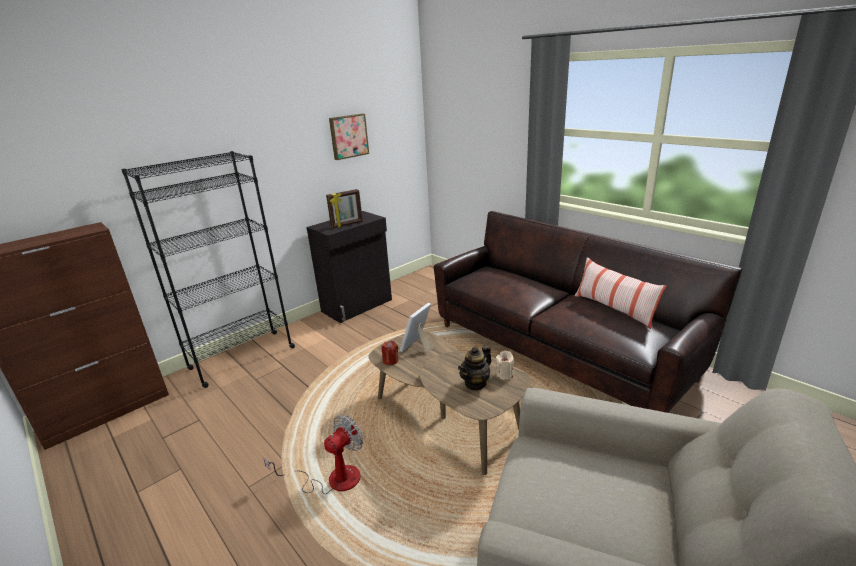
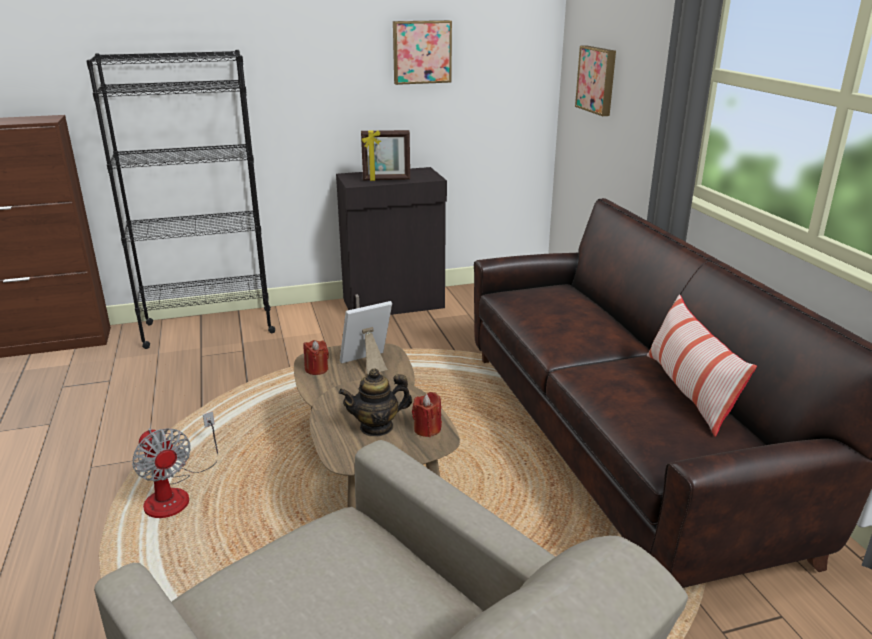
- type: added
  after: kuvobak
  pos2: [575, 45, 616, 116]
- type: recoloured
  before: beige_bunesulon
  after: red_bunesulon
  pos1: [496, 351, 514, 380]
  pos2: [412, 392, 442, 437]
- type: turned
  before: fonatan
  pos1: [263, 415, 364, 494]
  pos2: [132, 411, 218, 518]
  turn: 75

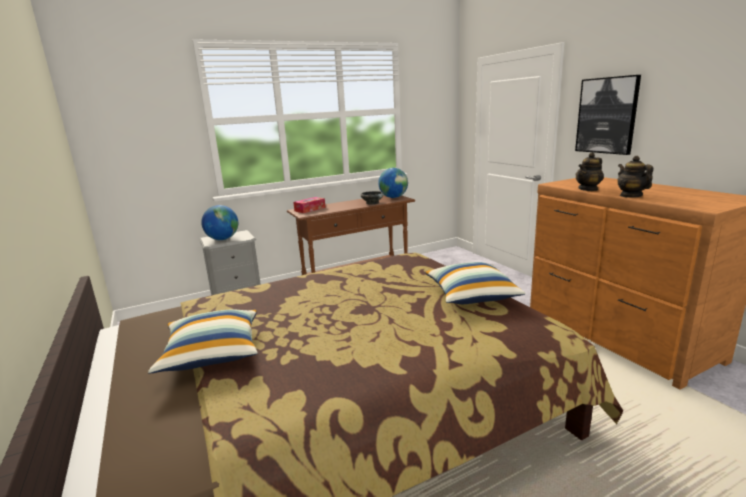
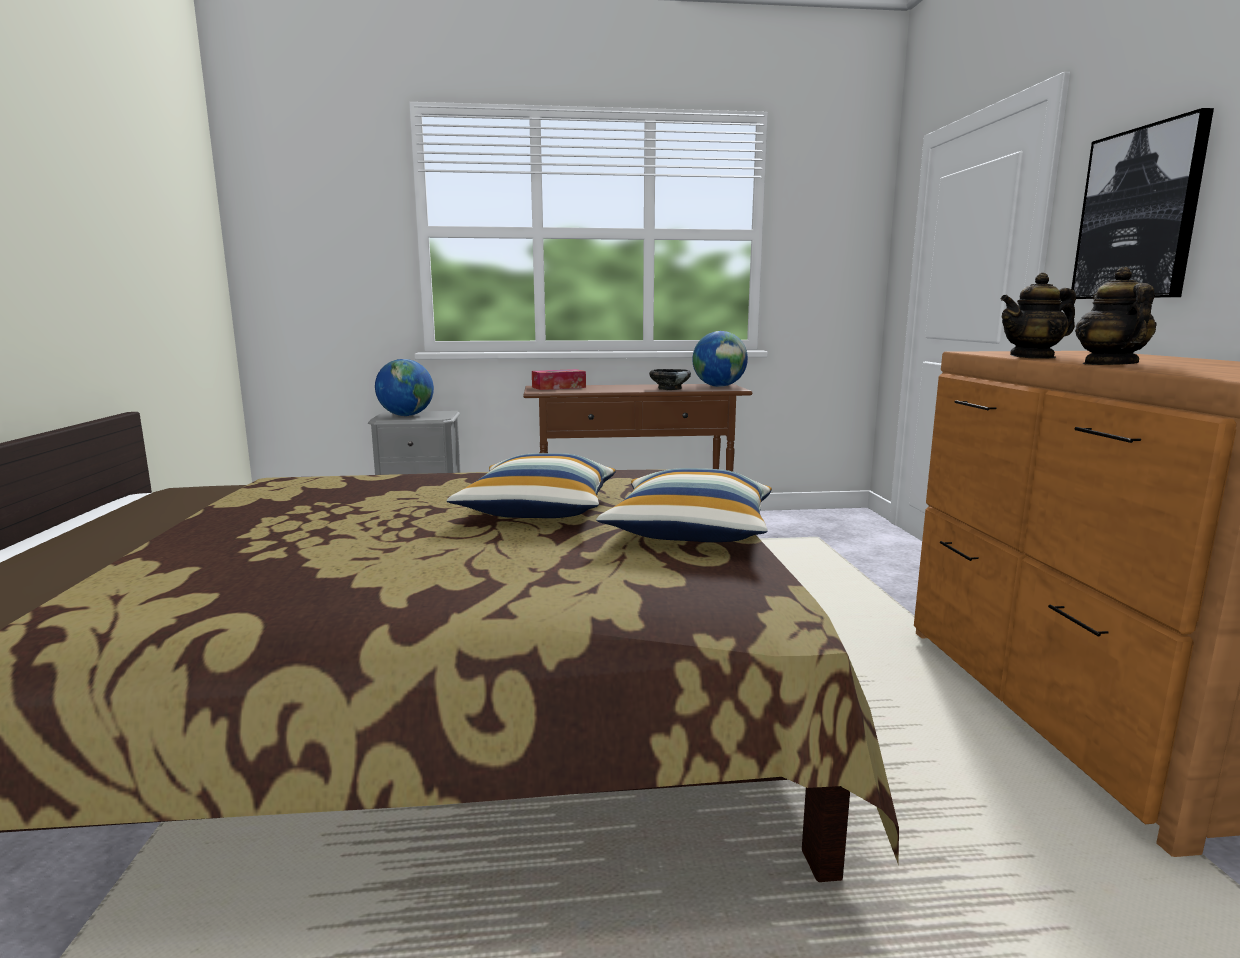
- type: moved
  before: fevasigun
  pos1: [148, 309, 258, 373]
  pos2: [447, 453, 616, 518]

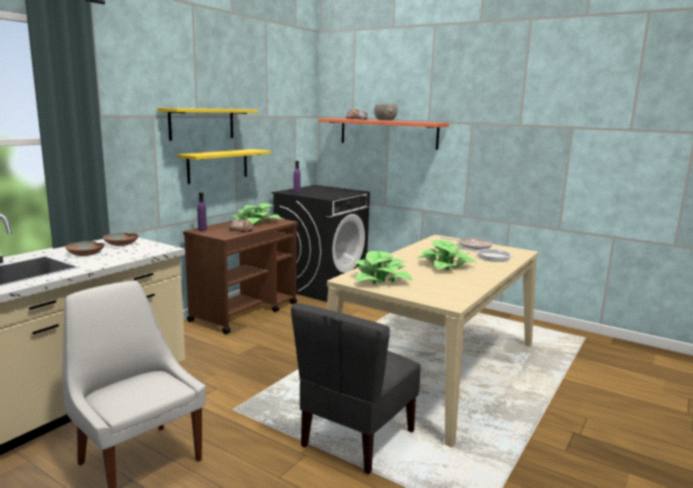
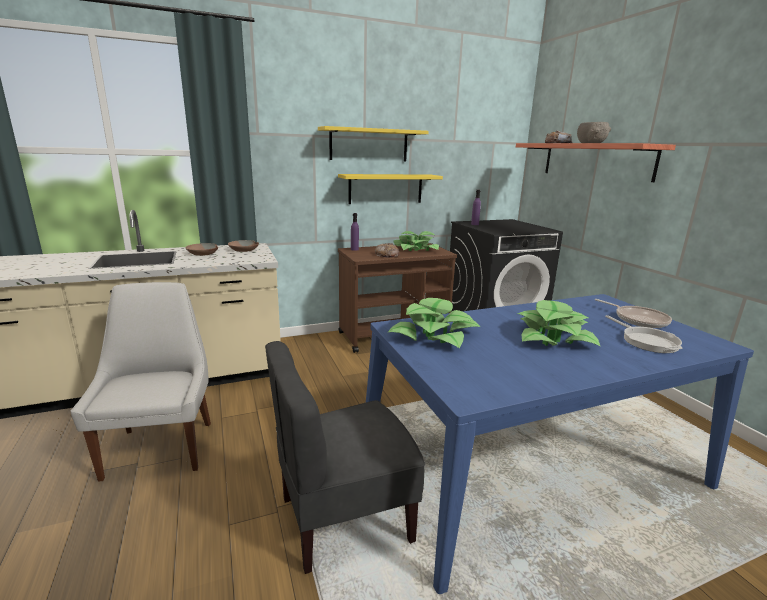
- type: recoloured
  before: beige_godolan
  after: blue_godolan
  pos1: [326, 235, 538, 447]
  pos2: [366, 294, 754, 594]

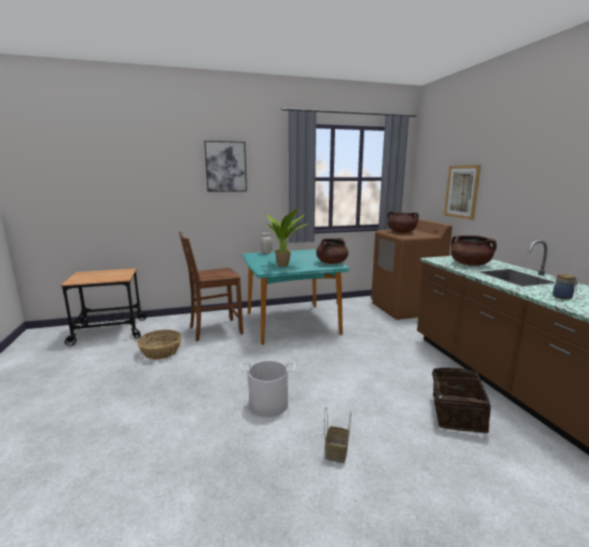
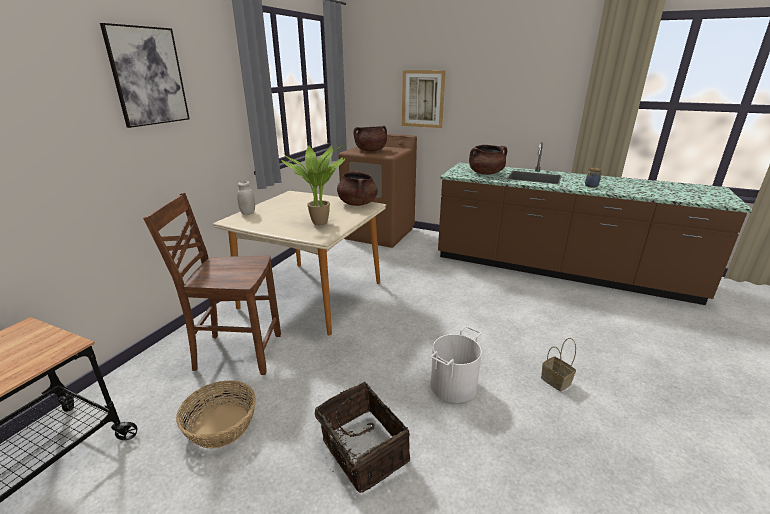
- type: moved
  before: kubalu
  pos1: [432, 368, 491, 433]
  pos2: [315, 382, 410, 493]
- type: recoloured
  before: turquoise_godolan
  after: beige_godolan
  pos1: [243, 249, 350, 345]
  pos2: [213, 191, 386, 336]
- type: turned
  before: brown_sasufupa
  pos1: [179, 232, 243, 341]
  pos2: [143, 193, 281, 375]
  turn: 75

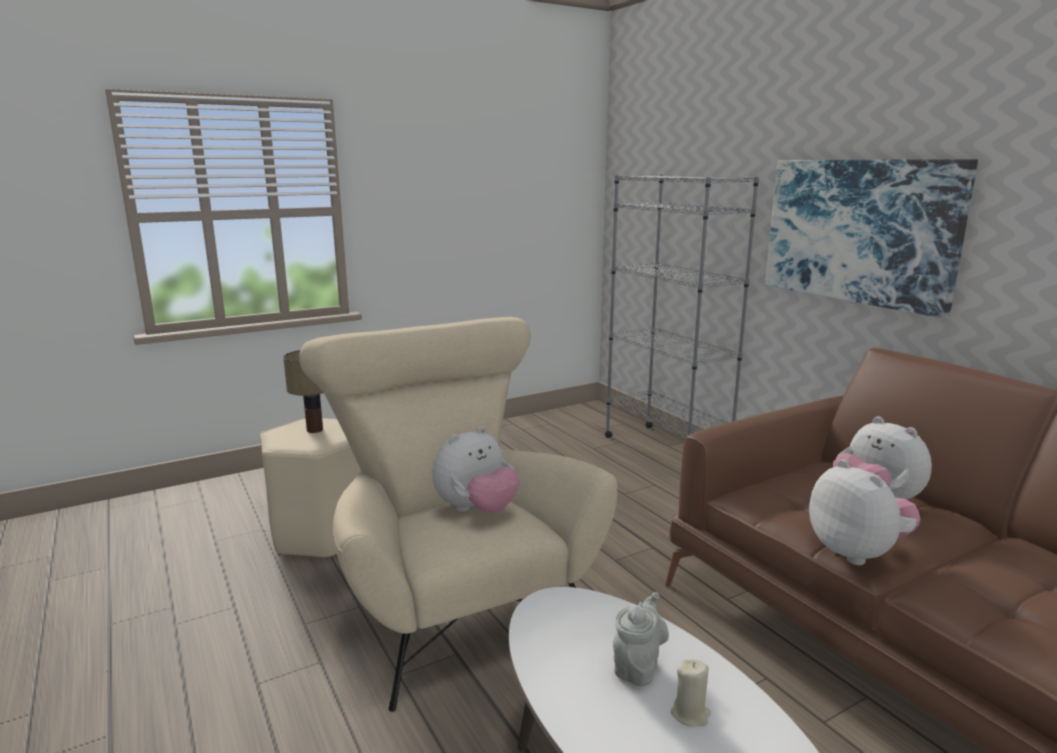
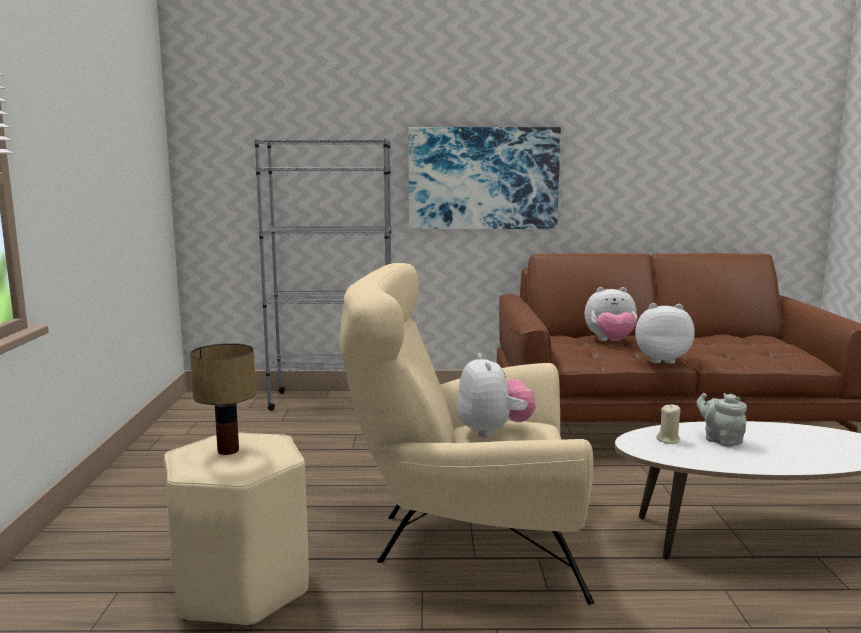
- type: moved
  before: beige_bunesulon
  pos1: [671, 659, 711, 727]
  pos2: [656, 404, 680, 444]

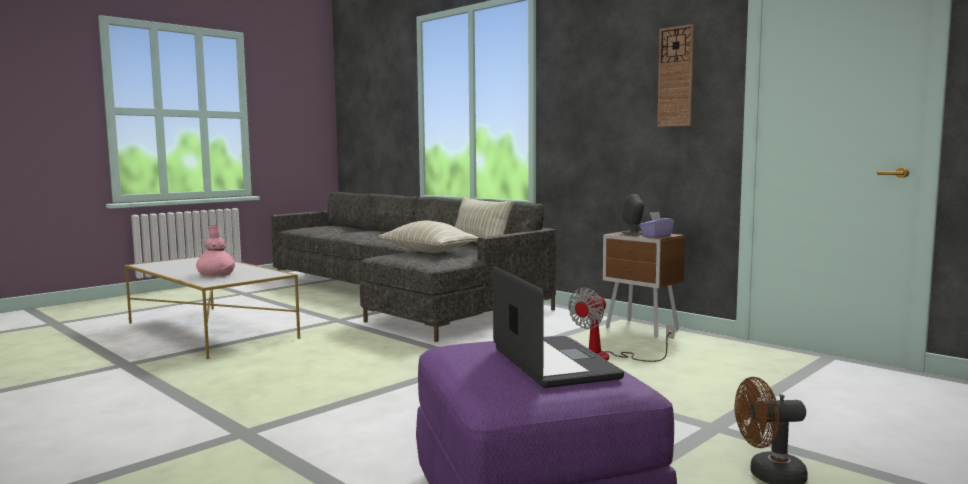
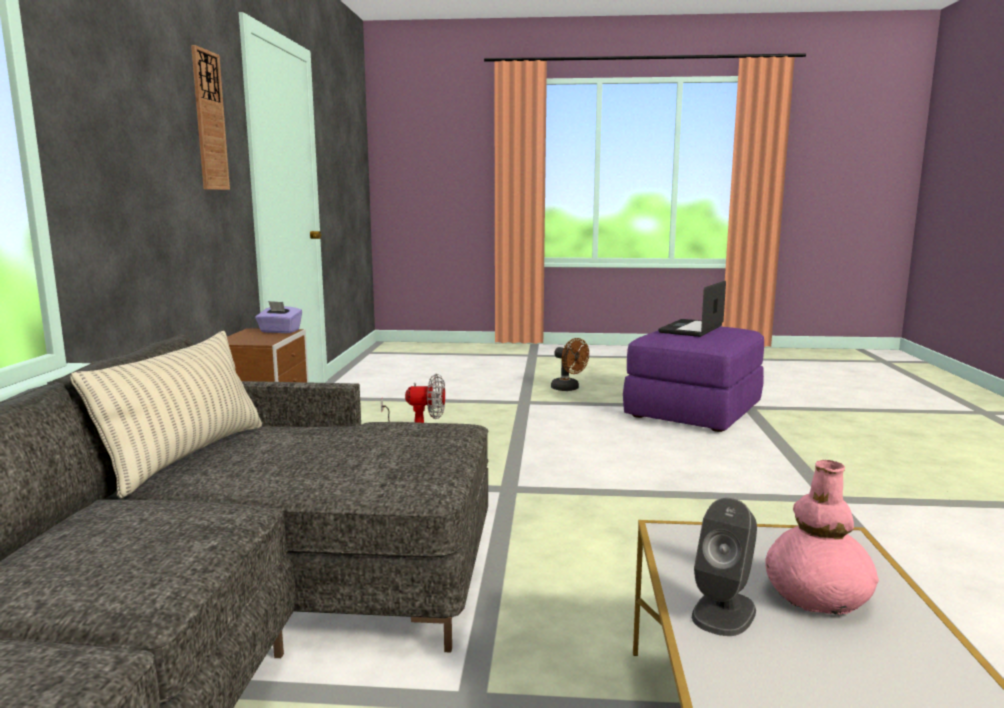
- type: removed
  before: fevasigun
  pos1: [378, 221, 479, 253]
- type: moved
  before: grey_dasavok
  pos1: [622, 194, 644, 235]
  pos2: [692, 498, 757, 636]

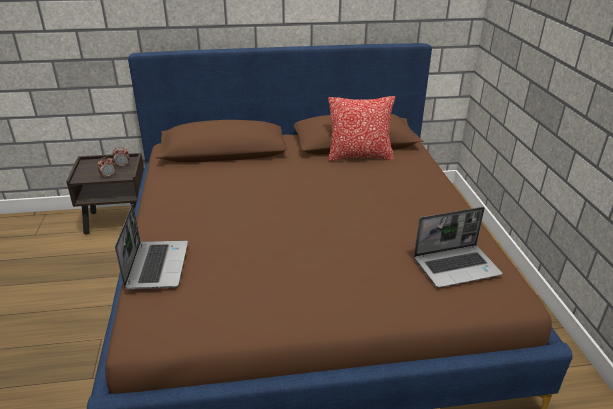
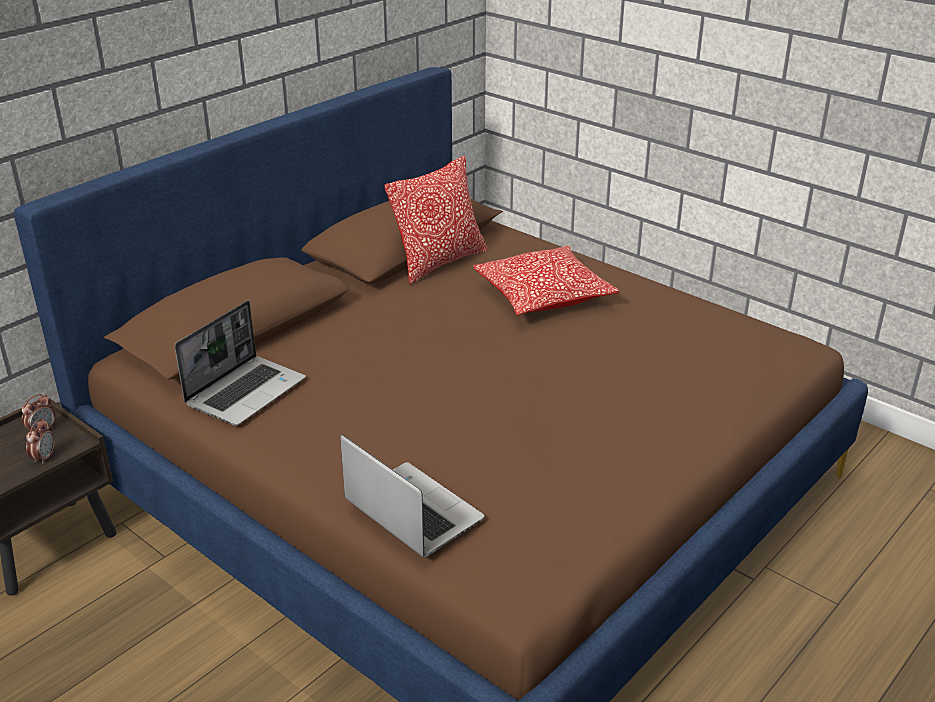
- type: added
  after: fevasigun
  pos2: [473, 246, 619, 316]
- type: moved
  before: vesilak
  pos1: [414, 207, 503, 288]
  pos2: [175, 301, 306, 426]

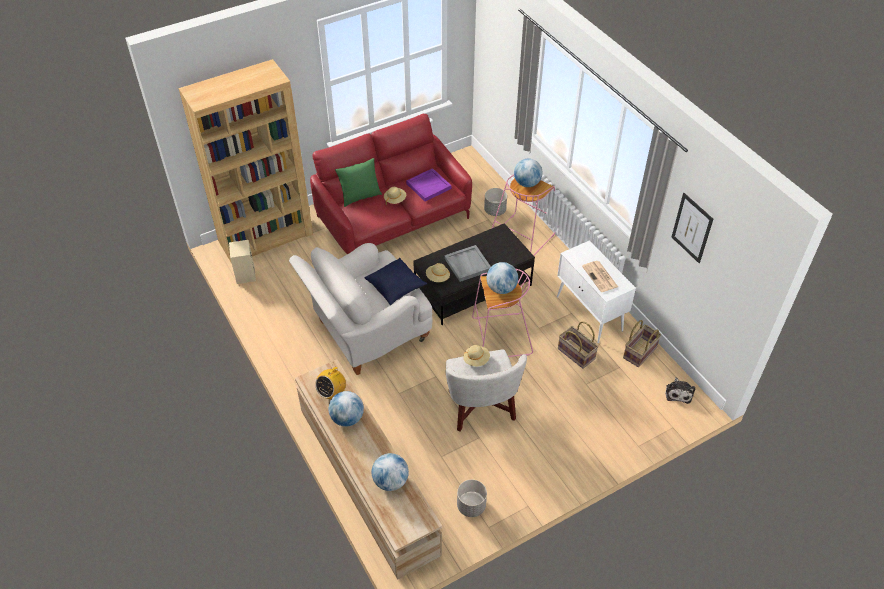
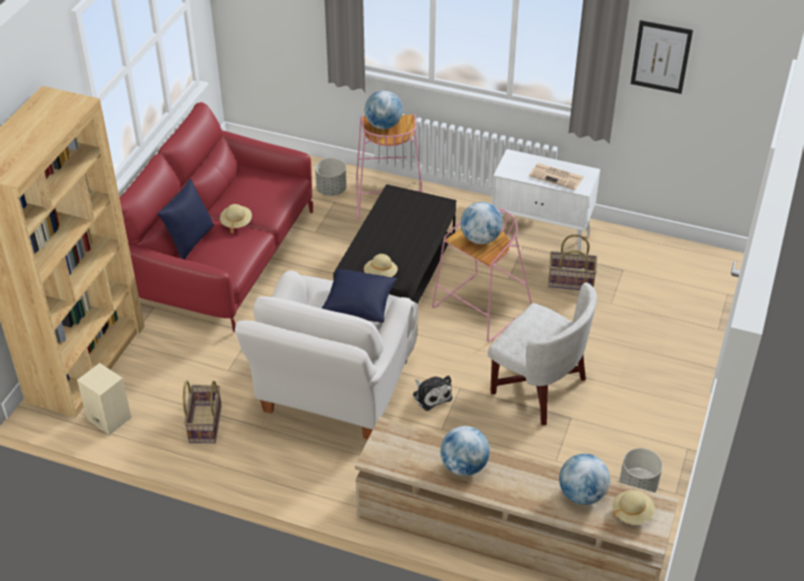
- type: removed
  before: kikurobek
  pos1: [315, 367, 346, 399]
- type: removed
  before: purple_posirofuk
  pos1: [406, 168, 451, 201]
- type: removed
  before: grey_posirofuk
  pos1: [445, 245, 491, 282]
- type: moved
  before: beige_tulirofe
  pos1: [464, 345, 490, 366]
  pos2: [613, 490, 655, 524]
- type: moved
  before: kubalu
  pos1: [623, 320, 661, 367]
  pos2: [183, 380, 222, 443]
- type: moved
  before: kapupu
  pos1: [665, 377, 695, 404]
  pos2: [413, 375, 453, 411]
- type: recoloured
  before: green_fevasigun
  after: blue_fevasigun
  pos1: [335, 158, 382, 207]
  pos2: [157, 179, 214, 260]

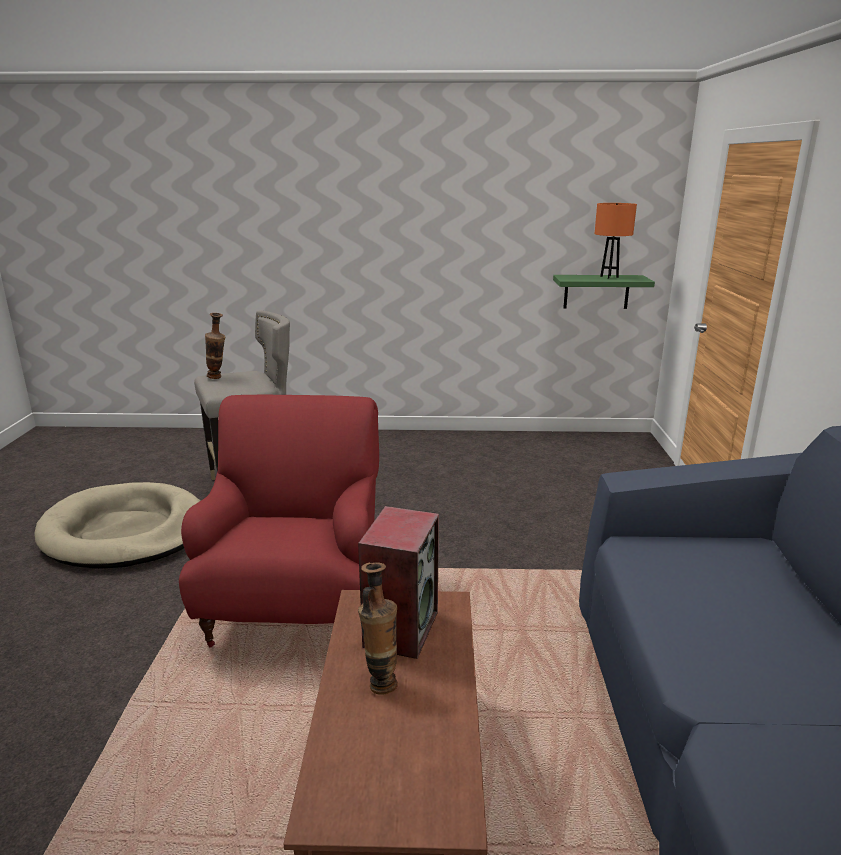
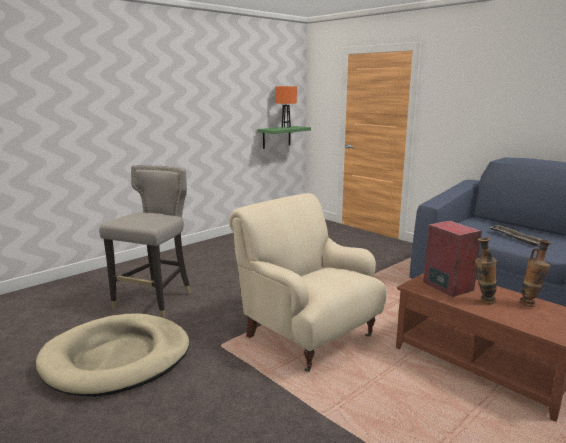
- type: added
  after: posirofuk
  pos2: [490, 225, 543, 246]
- type: moved
  before: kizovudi
  pos1: [205, 313, 225, 379]
  pos2: [519, 239, 552, 307]
- type: recoloured
  before: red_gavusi
  after: beige_gavusi
  pos1: [179, 395, 379, 648]
  pos2: [229, 193, 387, 372]

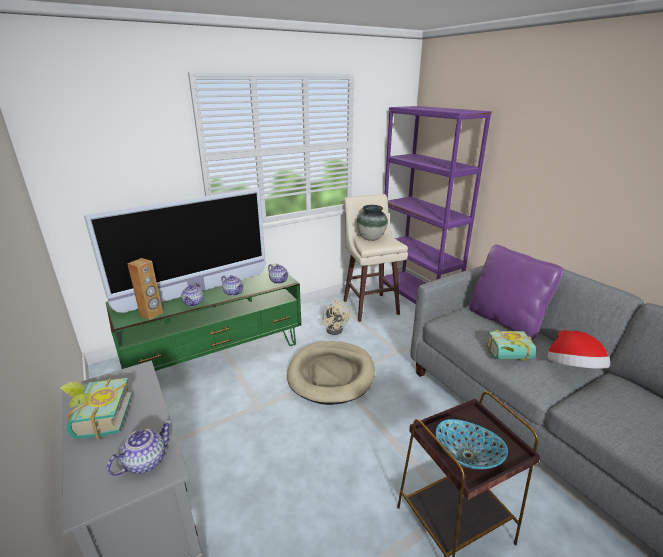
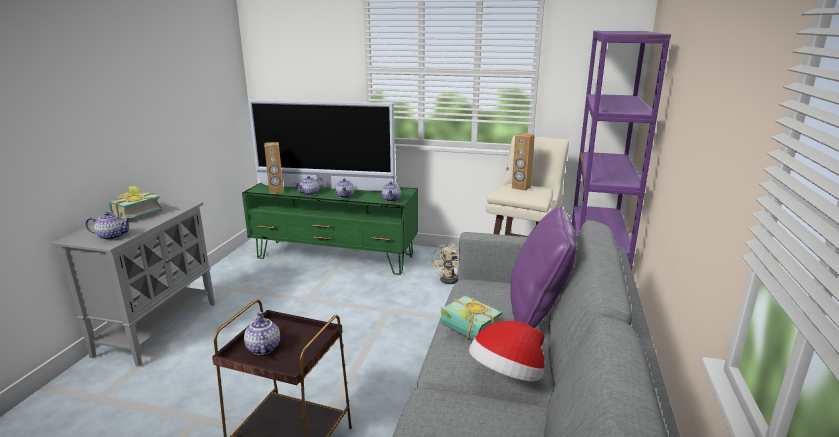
- type: removed
  before: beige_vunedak
  pos1: [287, 341, 375, 405]
- type: replaced
  before: kizovudi
  after: brown_dasavok
  pos1: [357, 205, 388, 241]
  pos2: [512, 133, 535, 191]
- type: replaced
  before: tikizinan
  after: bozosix
  pos1: [436, 419, 508, 470]
  pos2: [244, 312, 280, 355]

